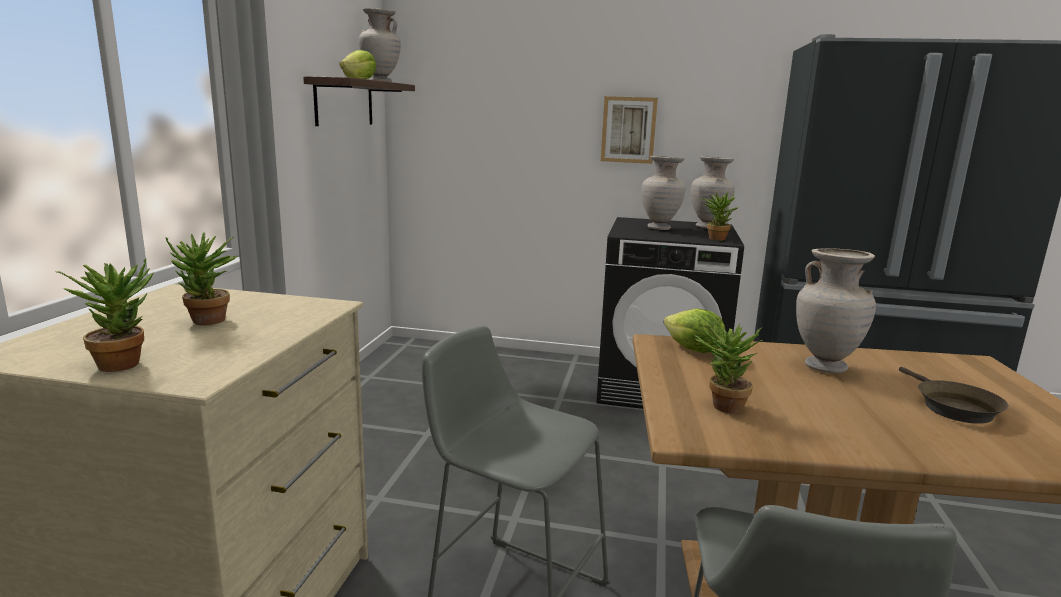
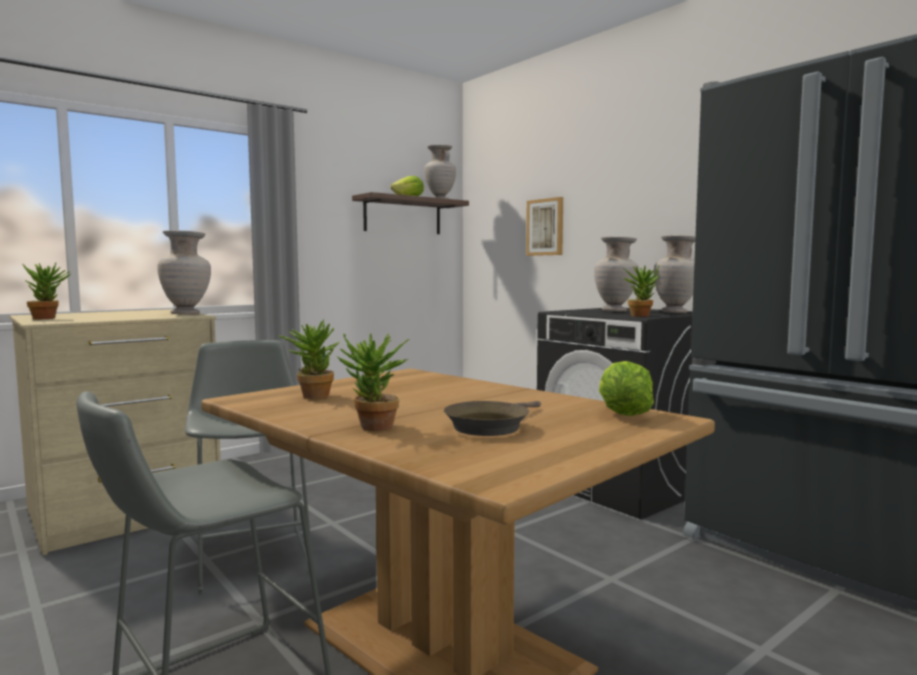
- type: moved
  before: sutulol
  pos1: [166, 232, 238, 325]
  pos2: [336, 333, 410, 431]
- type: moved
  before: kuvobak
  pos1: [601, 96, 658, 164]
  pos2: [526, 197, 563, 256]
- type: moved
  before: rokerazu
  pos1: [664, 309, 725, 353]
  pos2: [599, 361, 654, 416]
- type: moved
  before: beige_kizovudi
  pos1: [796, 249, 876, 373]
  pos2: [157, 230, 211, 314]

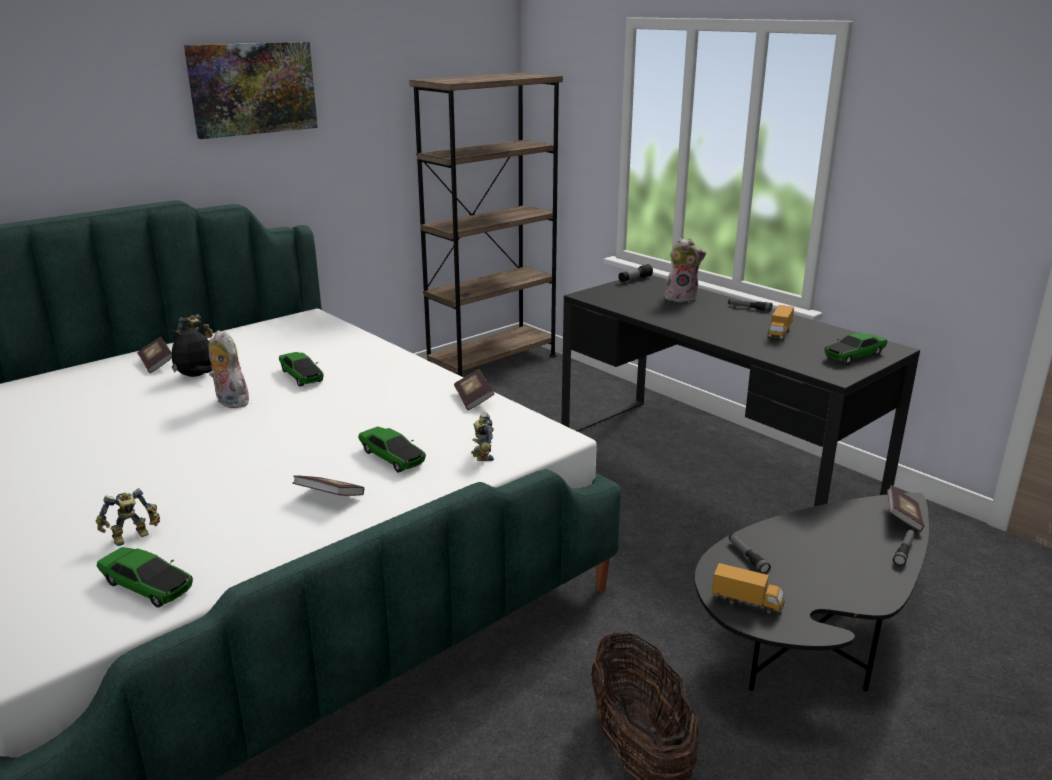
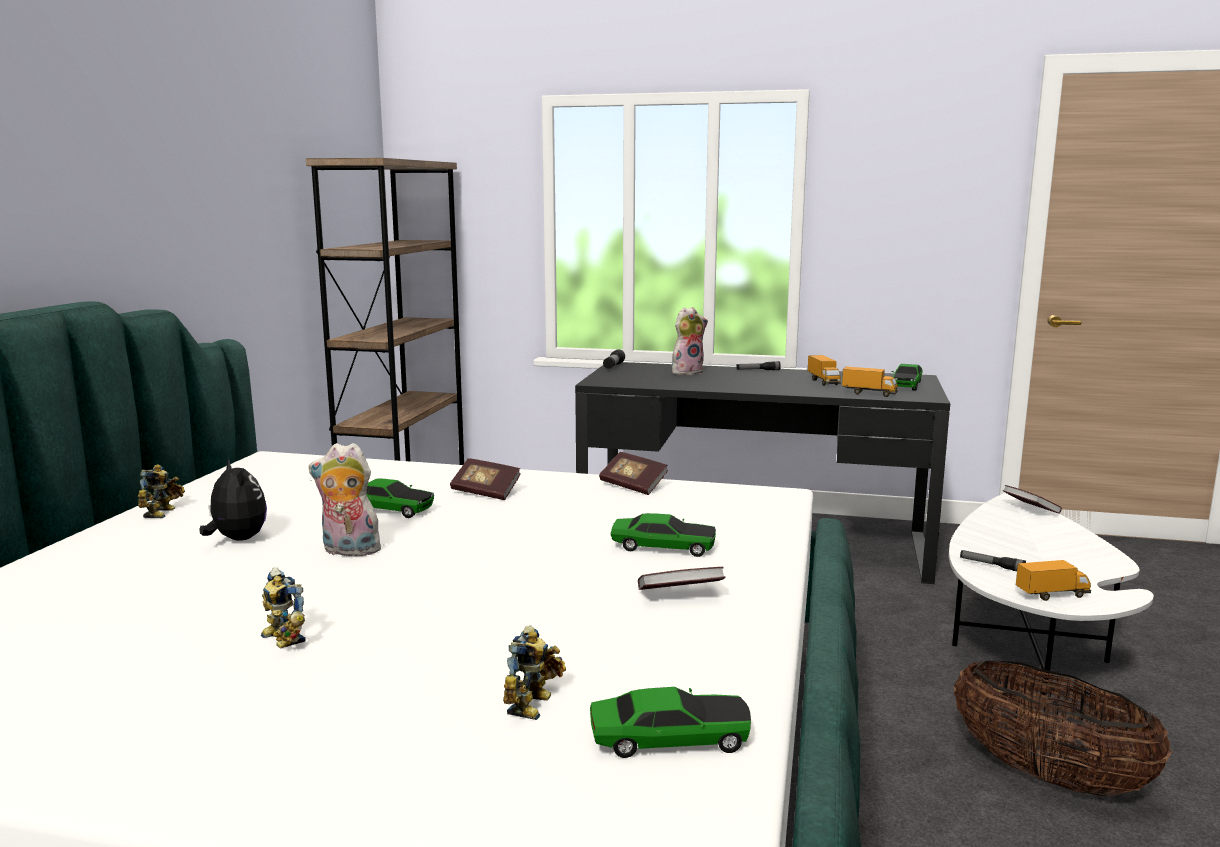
- type: removed
  before: kuvobak
  pos1: [184, 41, 318, 139]
- type: removed
  before: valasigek
  pos1: [893, 529, 915, 566]
- type: added
  after: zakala
  pos2: [842, 366, 898, 397]
- type: moved
  before: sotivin
  pos1: [137, 337, 172, 373]
  pos2: [450, 458, 521, 500]
- type: moved
  before: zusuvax
  pos1: [471, 412, 494, 461]
  pos2: [261, 568, 306, 648]
- type: recoloured
  before: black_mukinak
  after: white_mukinak
  pos1: [695, 492, 929, 691]
  pos2: [949, 493, 1154, 695]
- type: turned
  before: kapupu
  pos1: [172, 324, 212, 377]
  pos2: [199, 458, 267, 541]
  turn: 120

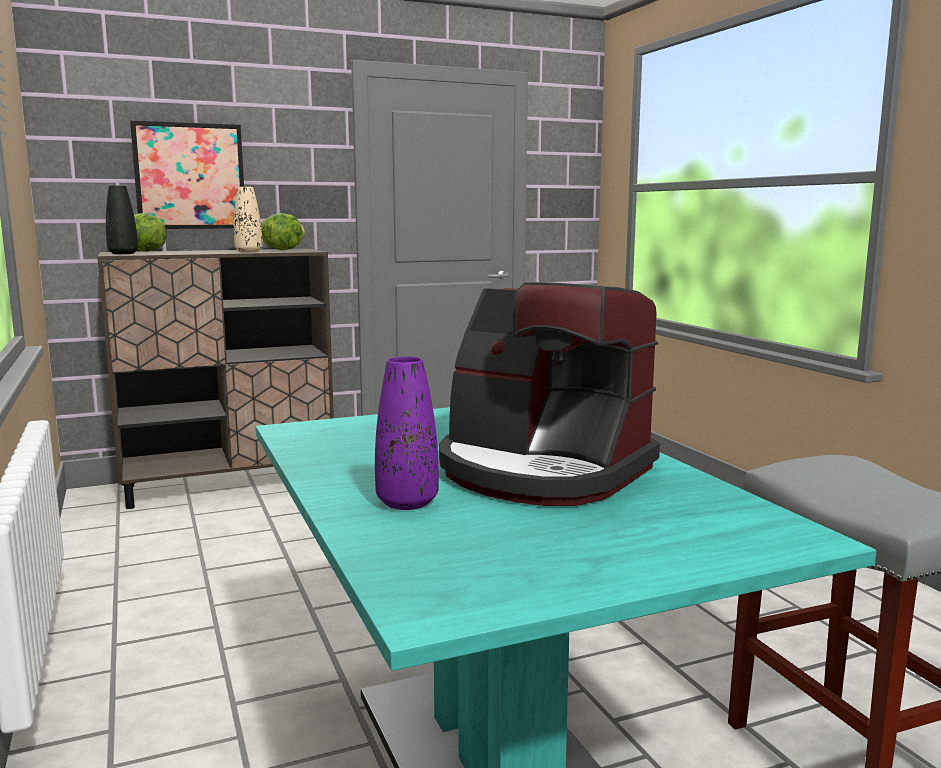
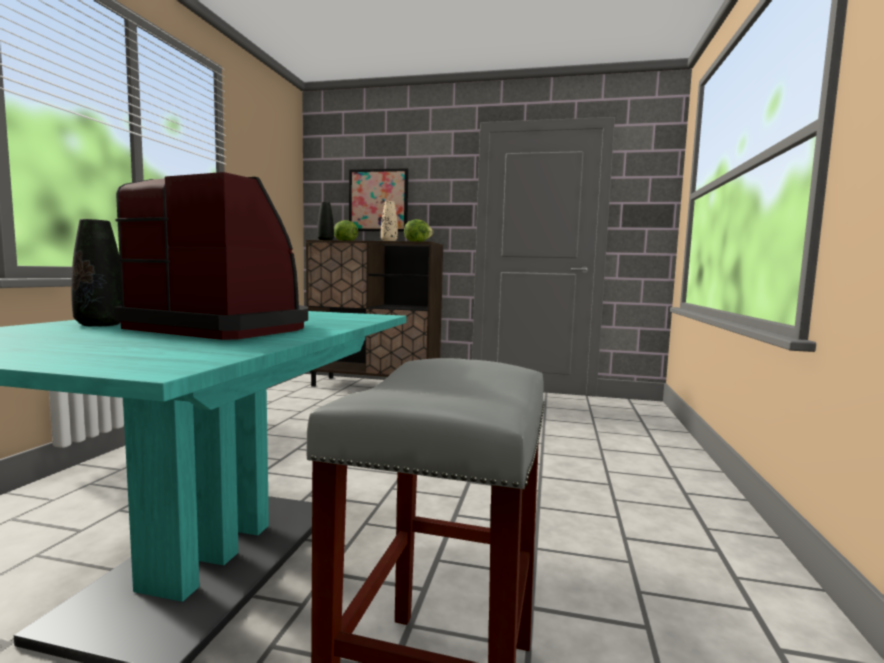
- type: recoloured
  before: purple_kizovudi
  after: black_kizovudi
  pos1: [375, 356, 439, 510]
  pos2: [71, 219, 122, 327]
- type: turned
  before: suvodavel
  pos1: [439, 282, 660, 506]
  pos2: [114, 172, 308, 340]
  turn: 135

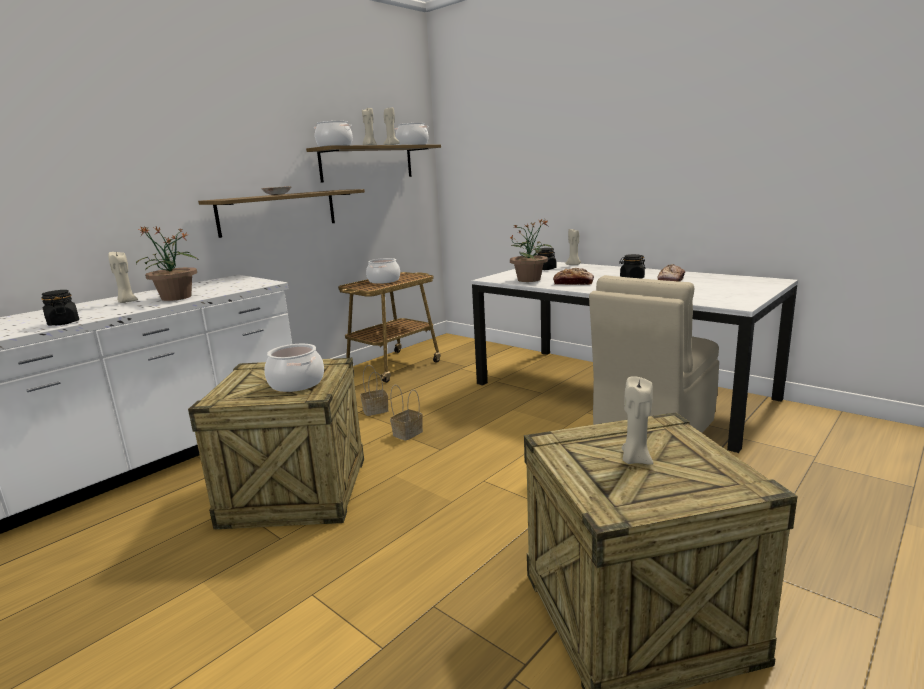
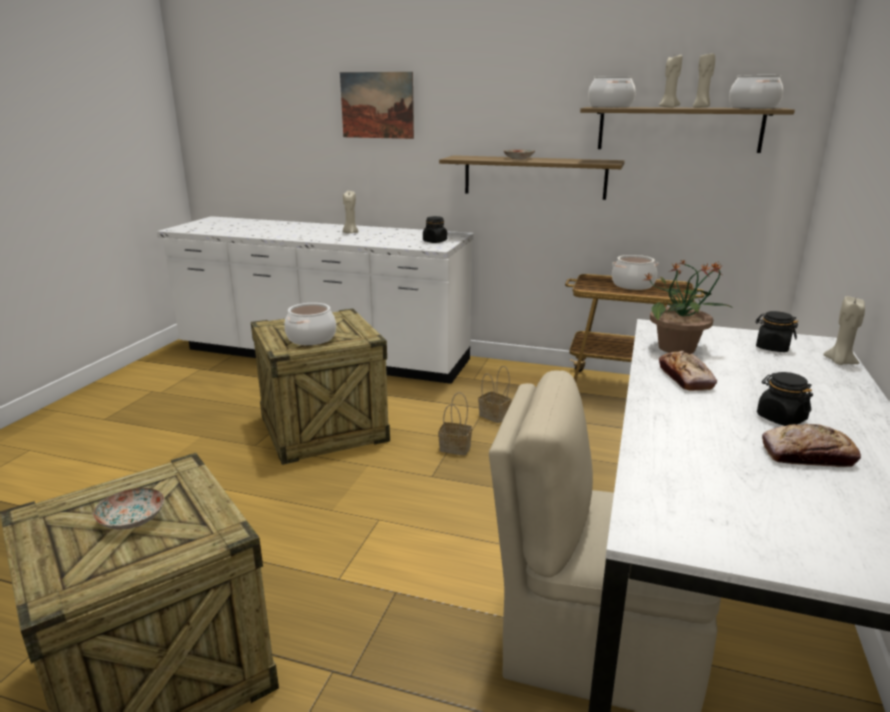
- type: removed
  before: sutulol
  pos1: [136, 227, 200, 301]
- type: added
  after: kuvobak
  pos2: [340, 72, 414, 139]
- type: moved
  before: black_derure
  pos1: [41, 290, 79, 326]
  pos2: [423, 216, 447, 243]
- type: replaced
  before: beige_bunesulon
  after: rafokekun
  pos1: [622, 376, 654, 465]
  pos2: [93, 488, 164, 530]

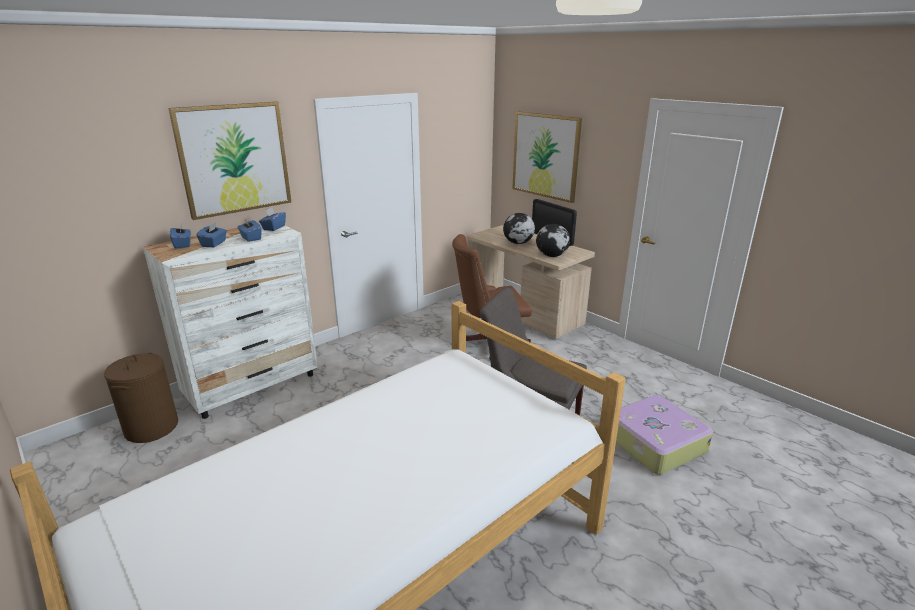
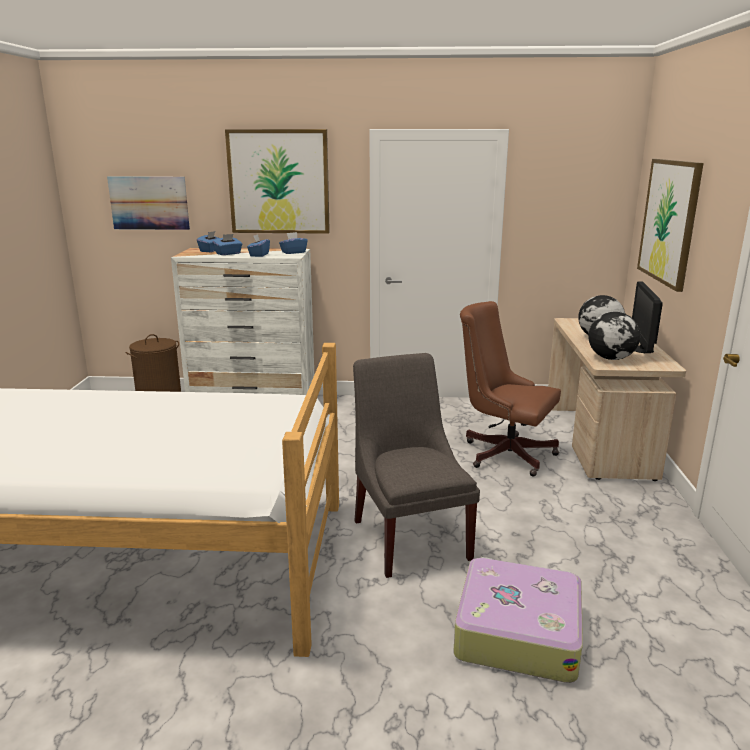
- type: added
  after: kuvobak
  pos2: [107, 176, 190, 230]

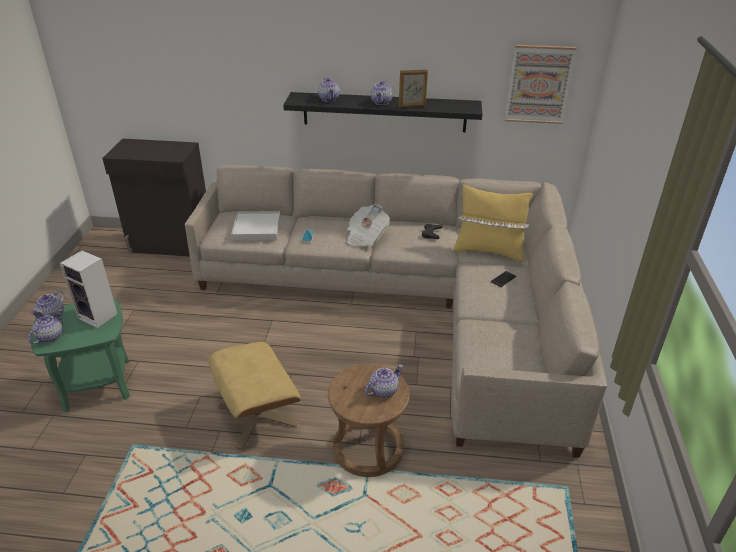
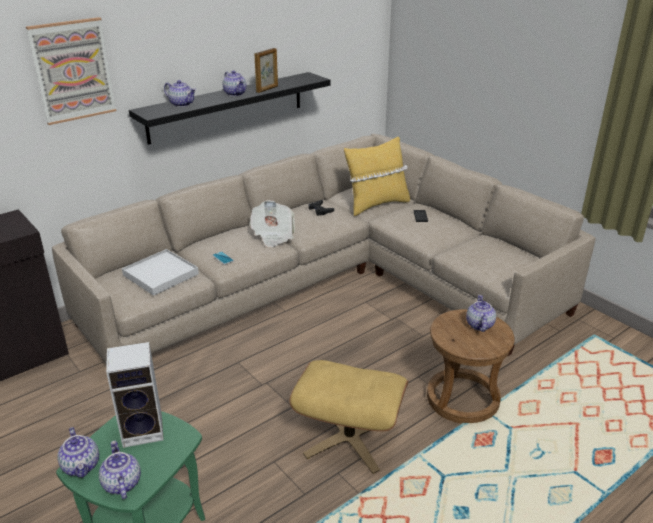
- type: moved
  before: kuvobak
  pos1: [505, 45, 577, 124]
  pos2: [26, 17, 117, 125]

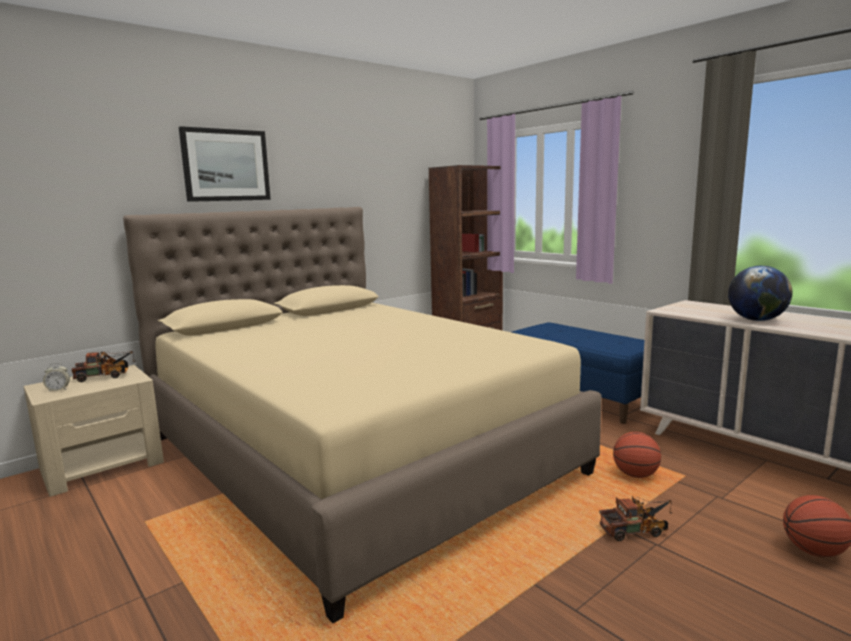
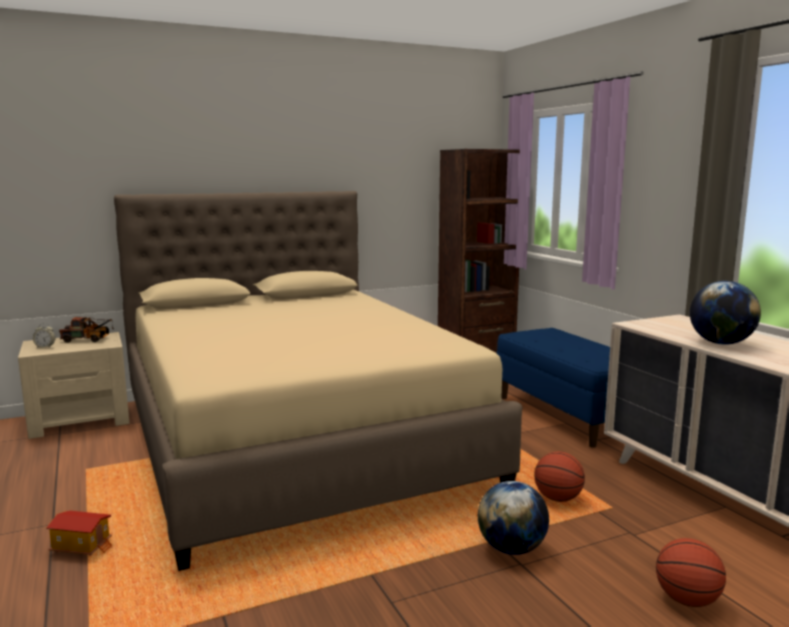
- type: removed
  before: kuvobak
  pos1: [179, 126, 271, 202]
- type: added
  after: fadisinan
  pos2: [46, 511, 112, 556]
- type: replaced
  before: zakala
  after: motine
  pos1: [599, 496, 672, 541]
  pos2: [478, 481, 549, 555]

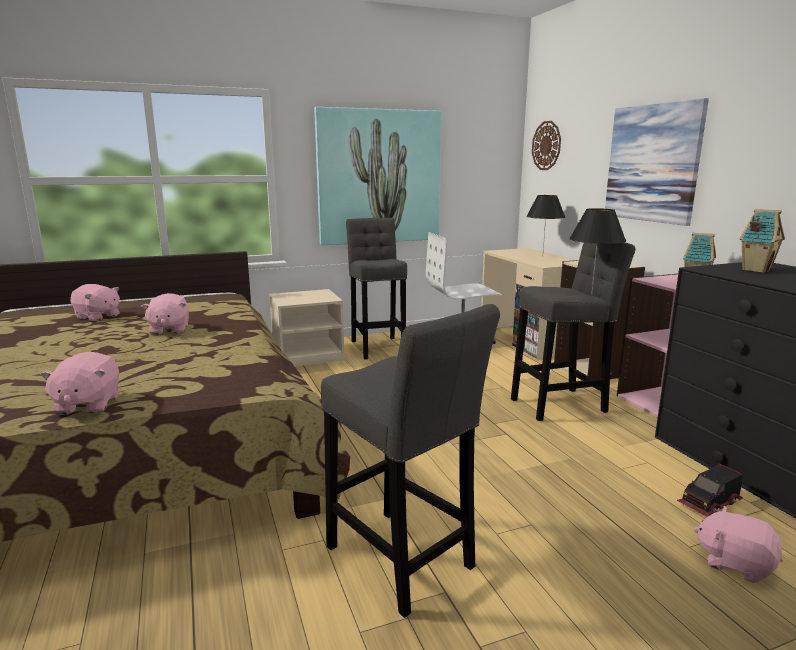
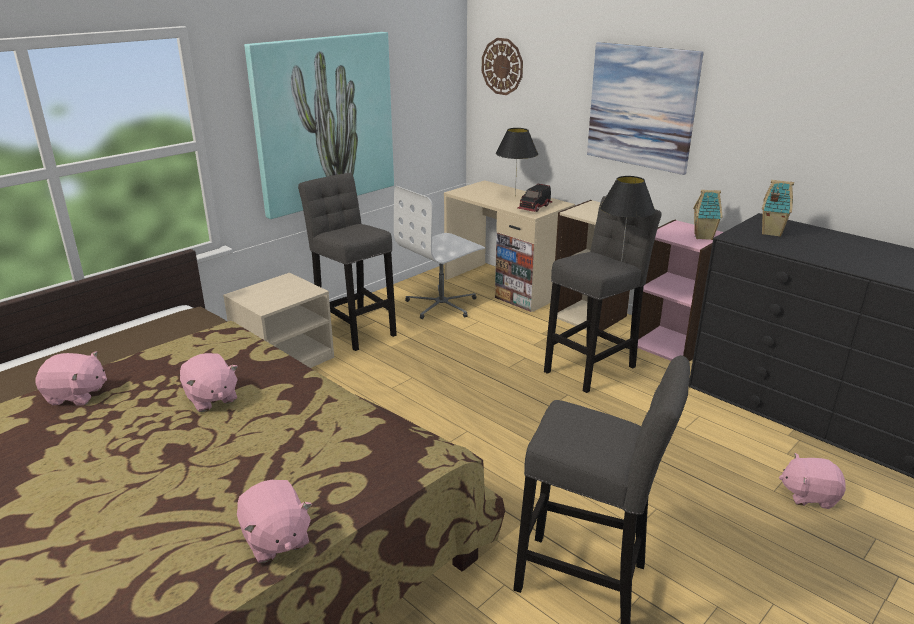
- type: moved
  before: zakala
  pos1: [677, 463, 743, 517]
  pos2: [517, 184, 552, 212]

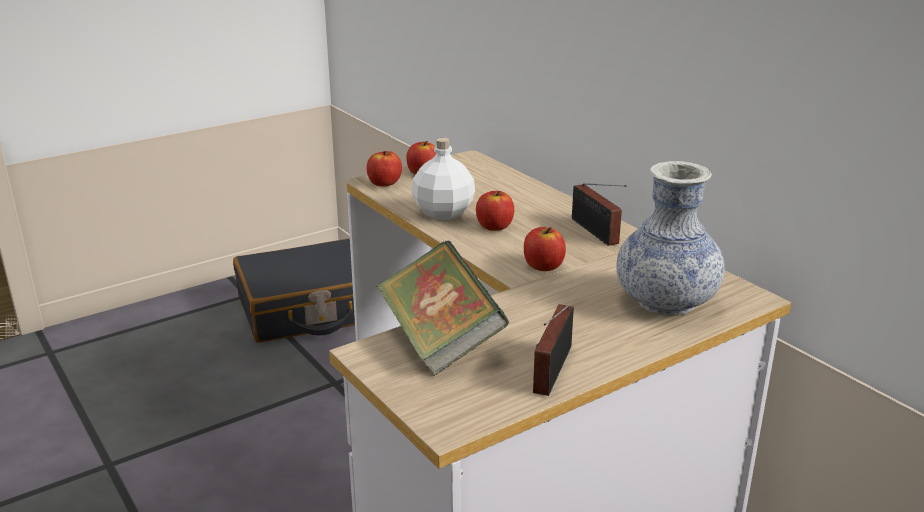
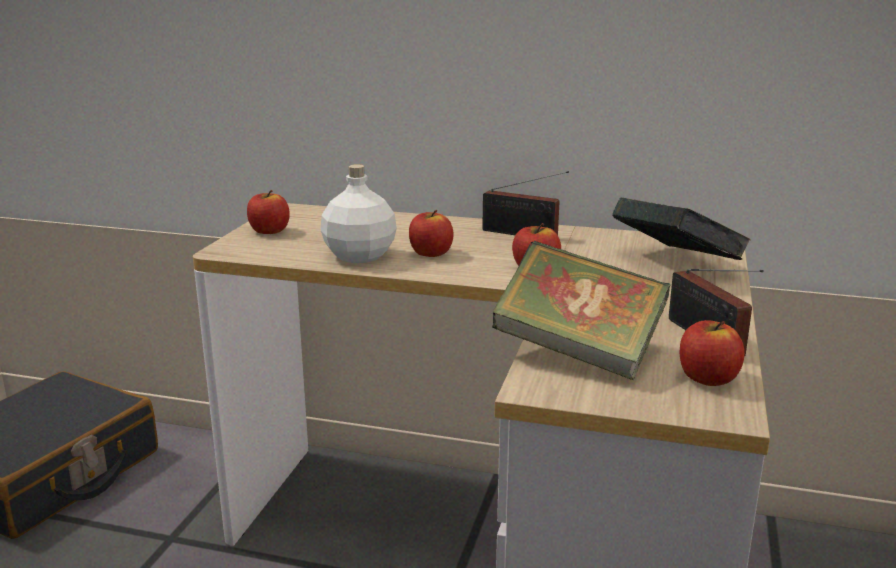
- type: moved
  before: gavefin
  pos1: [367, 151, 402, 187]
  pos2: [680, 320, 745, 386]
- type: replaced
  before: kizovudi
  after: sotivin
  pos1: [617, 161, 725, 316]
  pos2: [612, 197, 751, 260]

